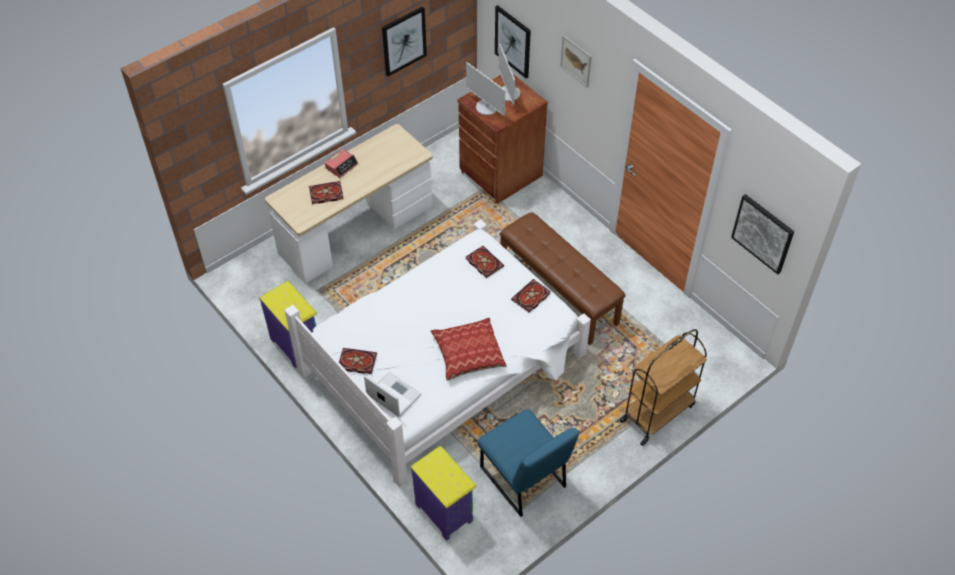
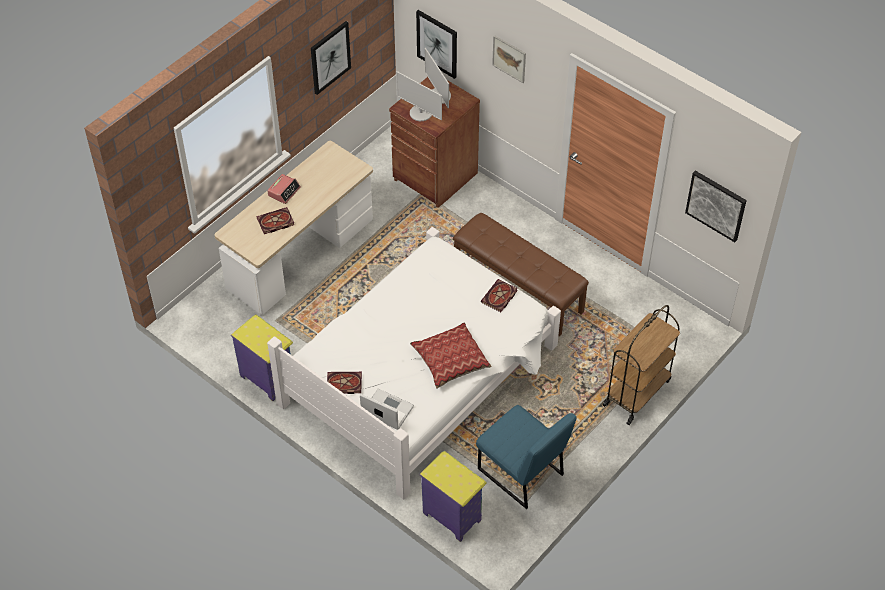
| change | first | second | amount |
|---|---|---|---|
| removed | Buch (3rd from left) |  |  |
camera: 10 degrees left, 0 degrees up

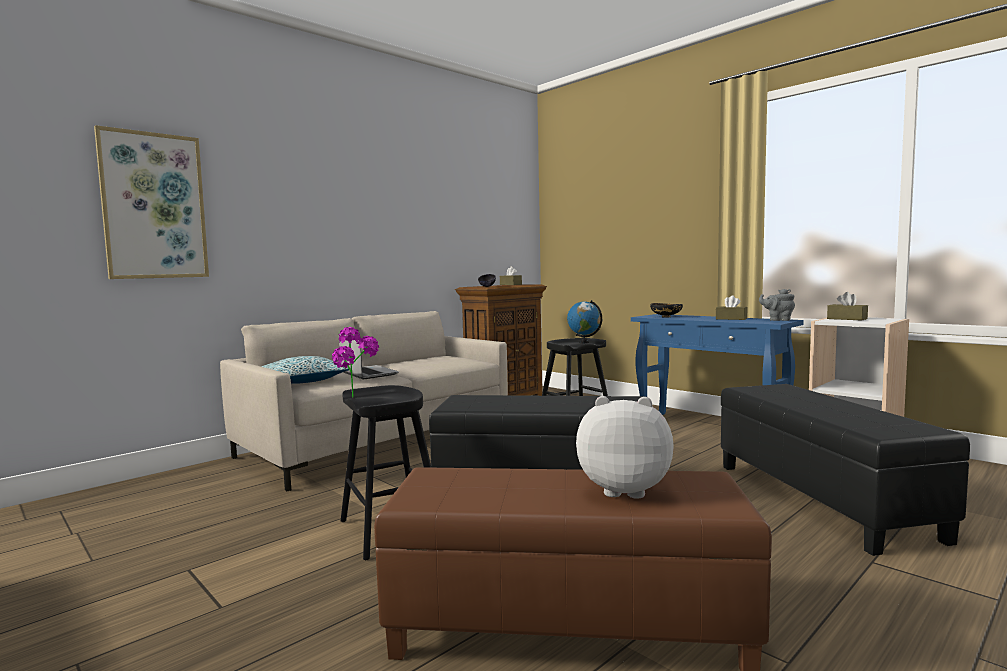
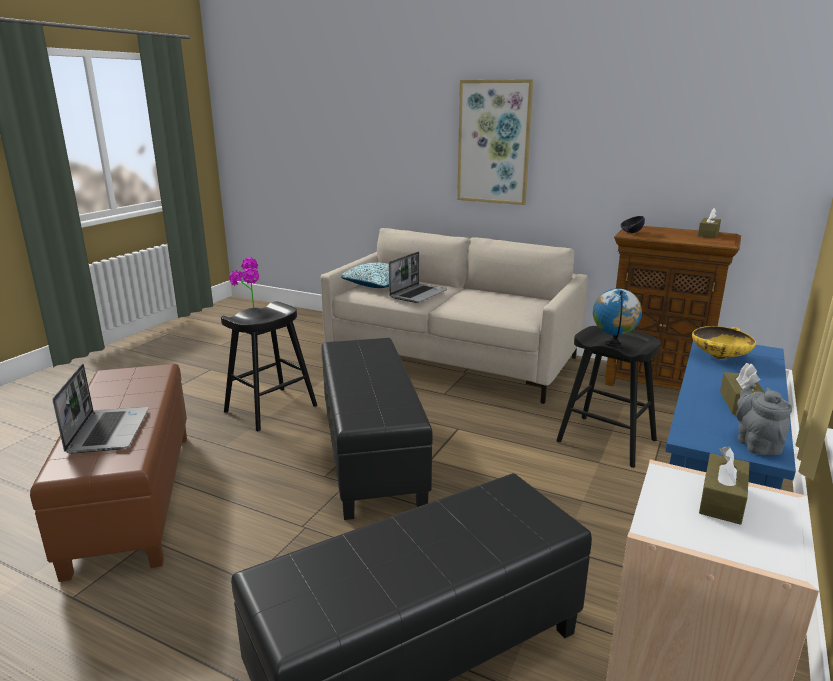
| change | first | second | amount |
|---|---|---|---|
| moved | Bild |  |  |
| replaced | Plüschtier | Laptop (1st from left) |  |
| recoloured | Schüssel (schwarz) (2nd from left) | Schüssel (gelb) |  |
camera: 70 degrees right, 15 degrees up

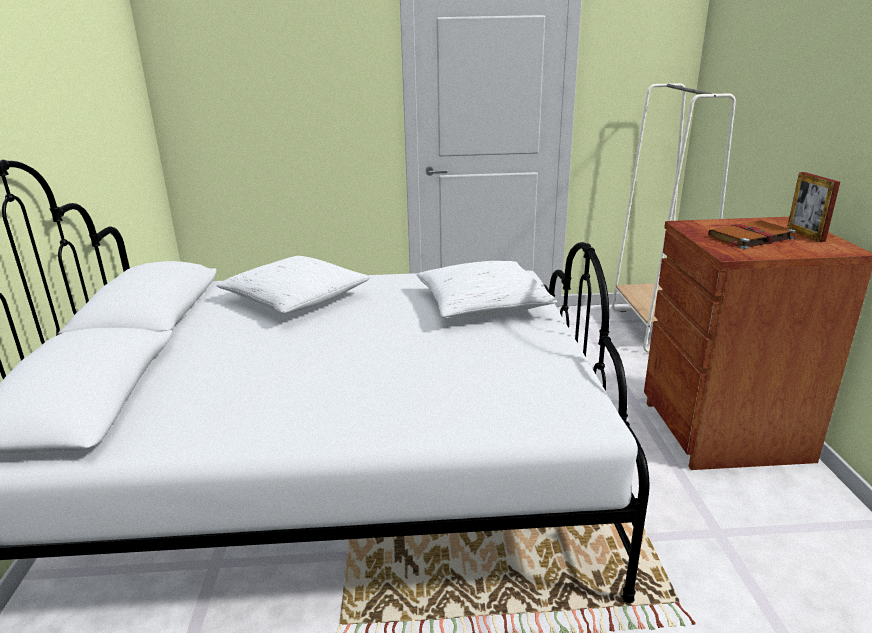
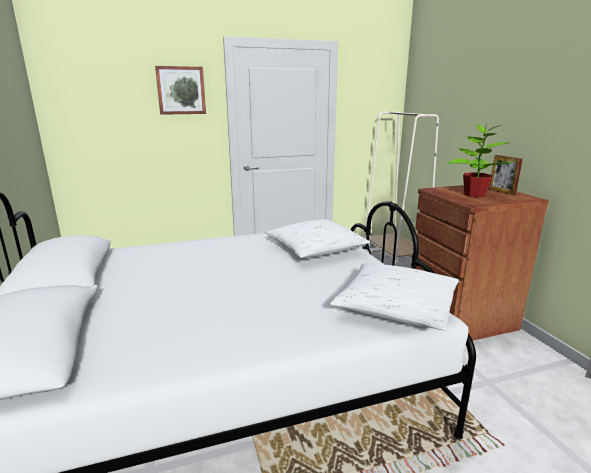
| change | first | second | amount |
|---|---|---|---|
| added |  | Bild |  |
| moved | Kissen (weiß) (1st from left in the first image) | Kissen (weiß) (2nd from left) |  |
| replaced | Buch (braun) | Topfpflanze |  |
camera: 15 degrees left, 5 degrees down

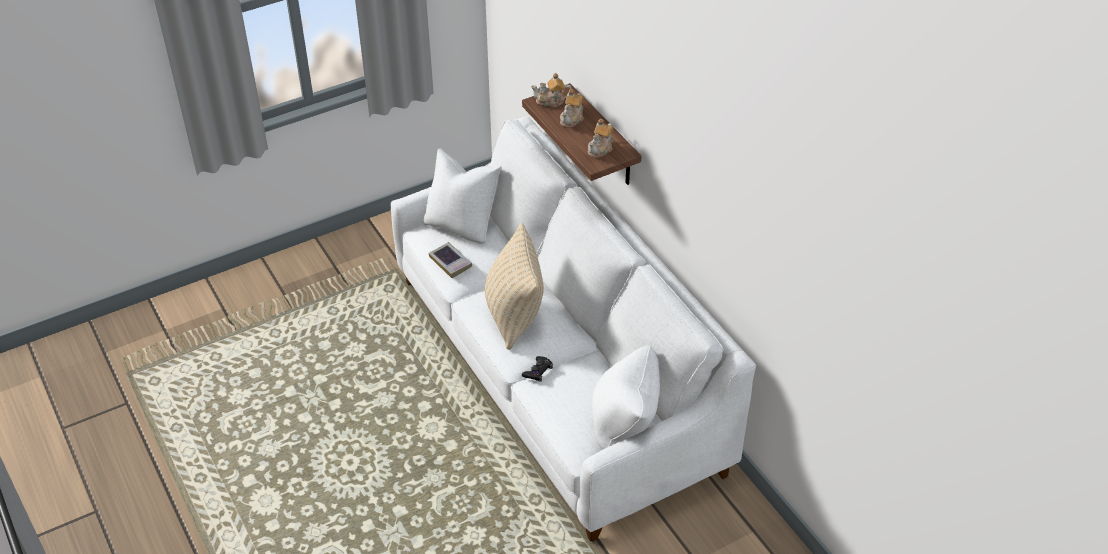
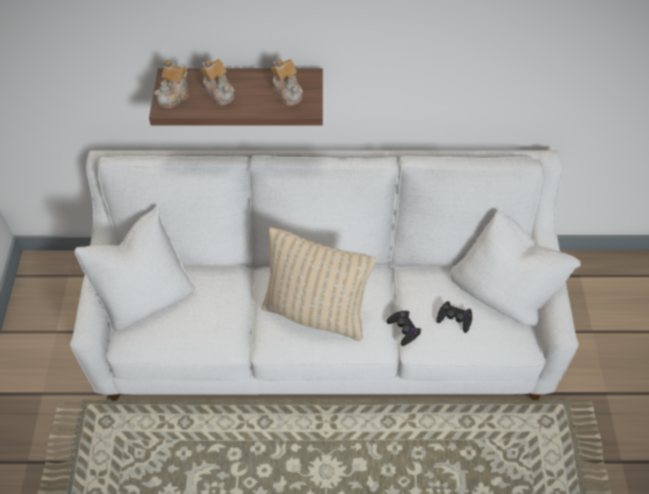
| change | first | second | amount |
|---|---|---|---|
| removed | Buch |  |  |
| added |  | Gamepad (schwarz) (2nd from left) |  |
camera: 60 degrees left, 10 degrees up

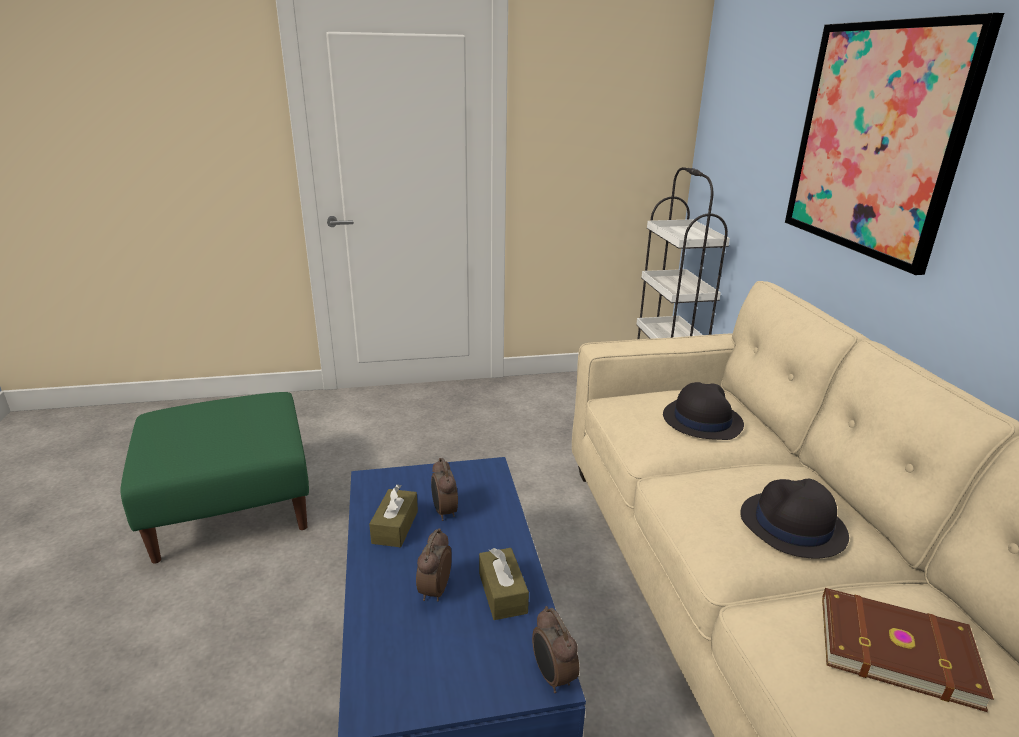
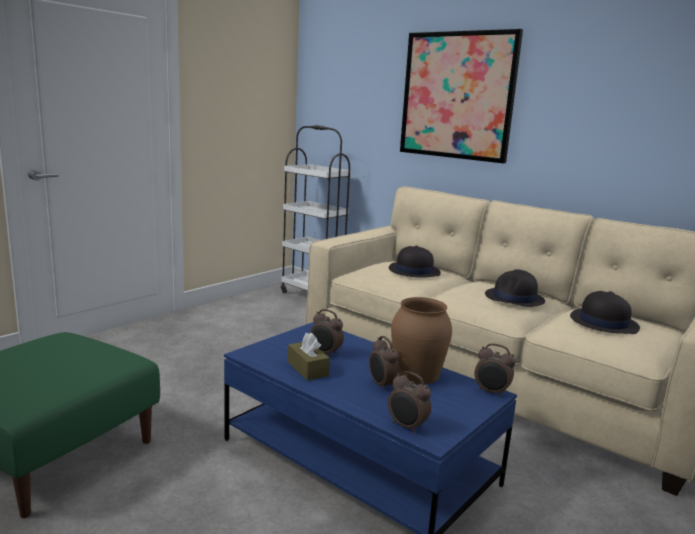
| change | first | second | amount |
|---|---|---|---|
| added |  | Wecker (3rd from left) |  |
| replaced | Taschentuchbox (braun) (2nd from left) | Vase (braun) |  |
| replaced | Buch (braun) | Hut (schwarz) (3rd from left) |  |
camera: 40 degrees left, 10 degrees down

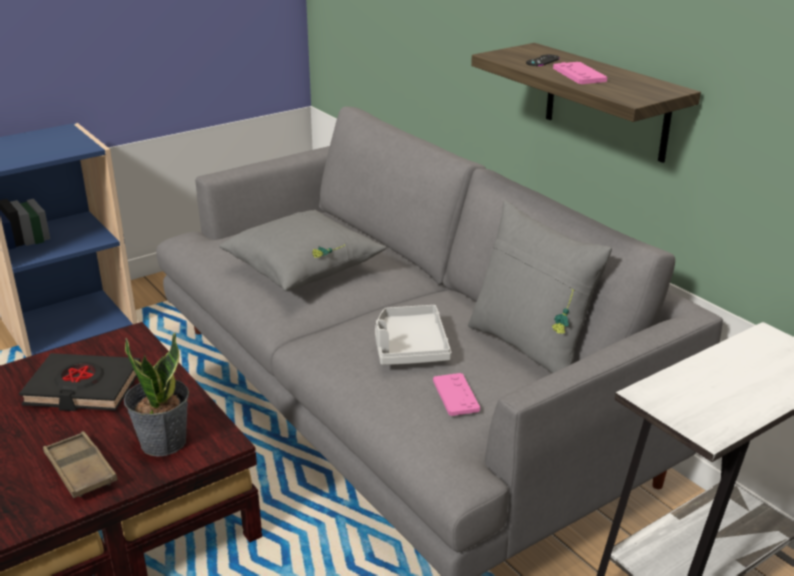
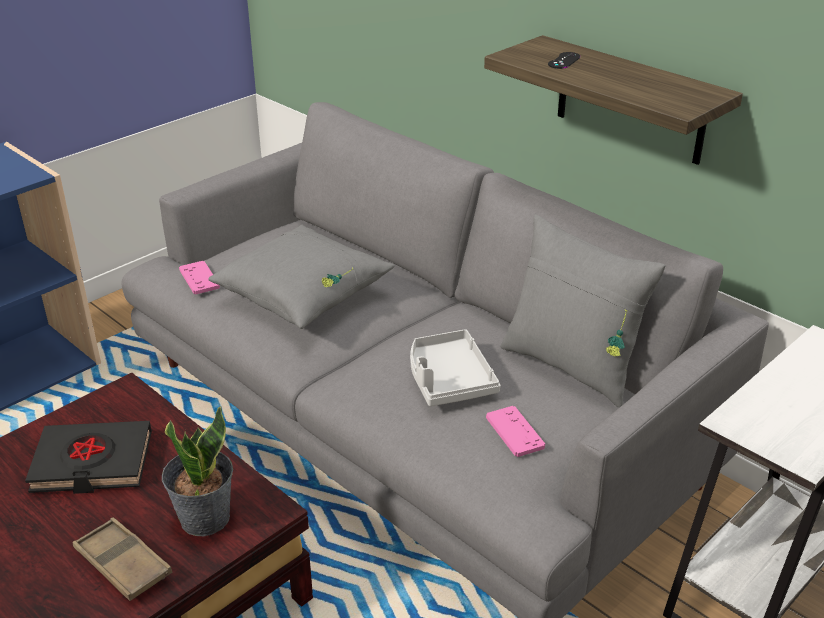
| change | first | second | amount |
|---|---|---|---|
| moved | Gamepad (rosa) (2nd from left in the first image) | Gamepad (rosa) (1st from left) |  |
camera: 10 degrees left, 5 degrees up

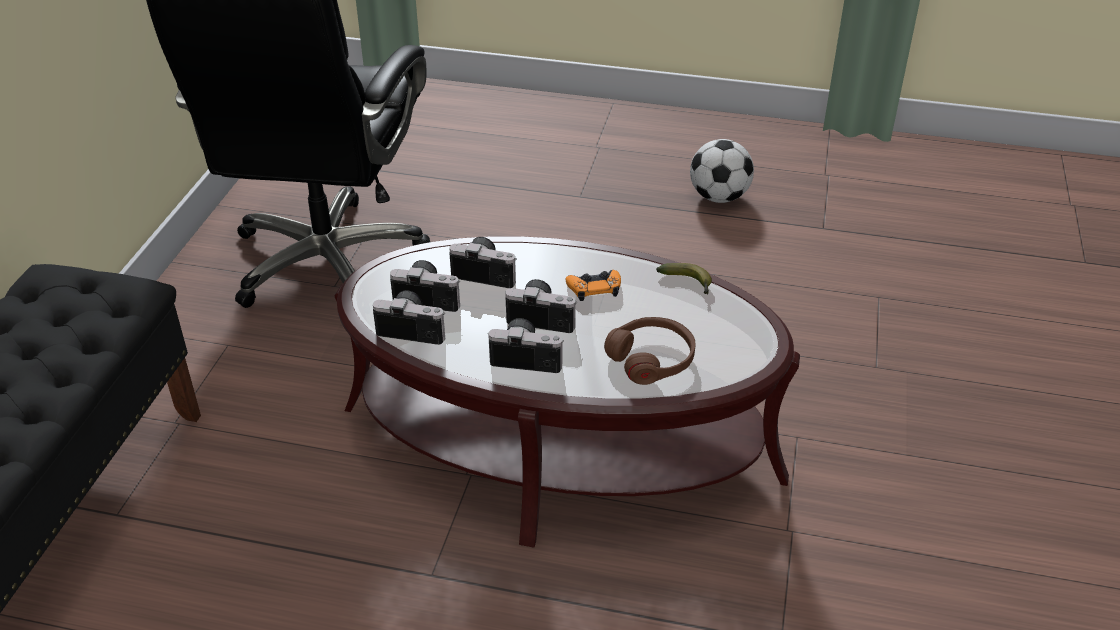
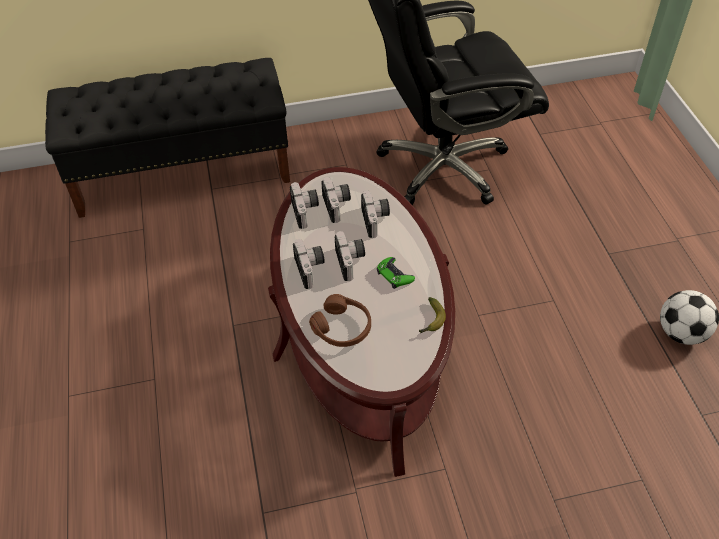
| change | first | second | amount |
|---|---|---|---|
| recoloured | Gamepad (orange) | Gamepad (grün) |  |
camera: 65 degrees right, 10 degrees up

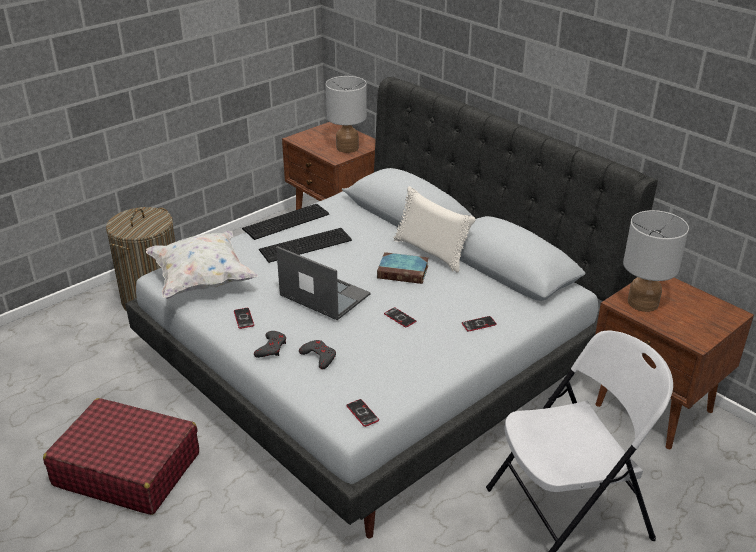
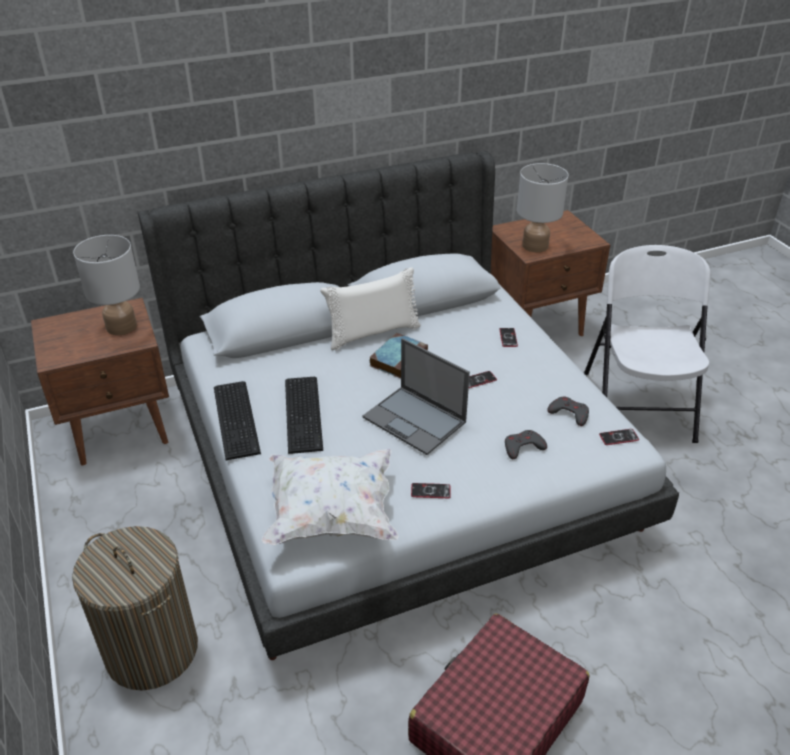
| change | first | second | amount |
|---|---|---|---|
| moved | Gamepad (grau) (1st from left in the first image) | Gamepad (grau) (2nd from left) |  |
| turned | Laptop |  | 105 degrees counterclockwise |
camera: 70 degrees left, 5 degrees up

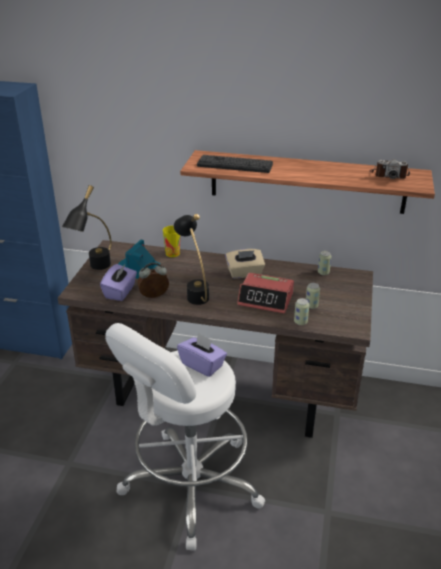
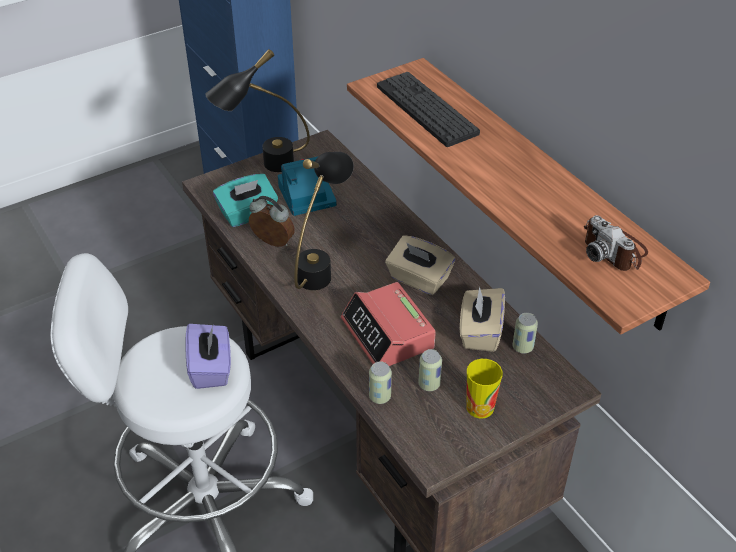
| change | first | second | amount |
|---|---|---|---|
| added |  | Taschentuchbox (beige) (2nd from left) |  |
| moved | Tasse |  |  |
| recoloured | Taschentuchbox (lila) (1st from left) | Taschentuchbox (türkis) |  |
camera: 45 degrees right, 10 degrees up

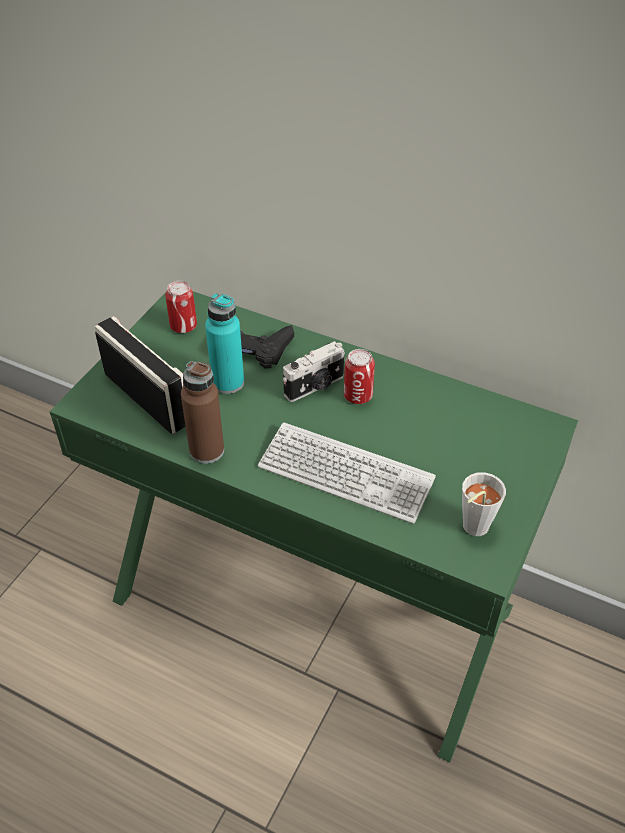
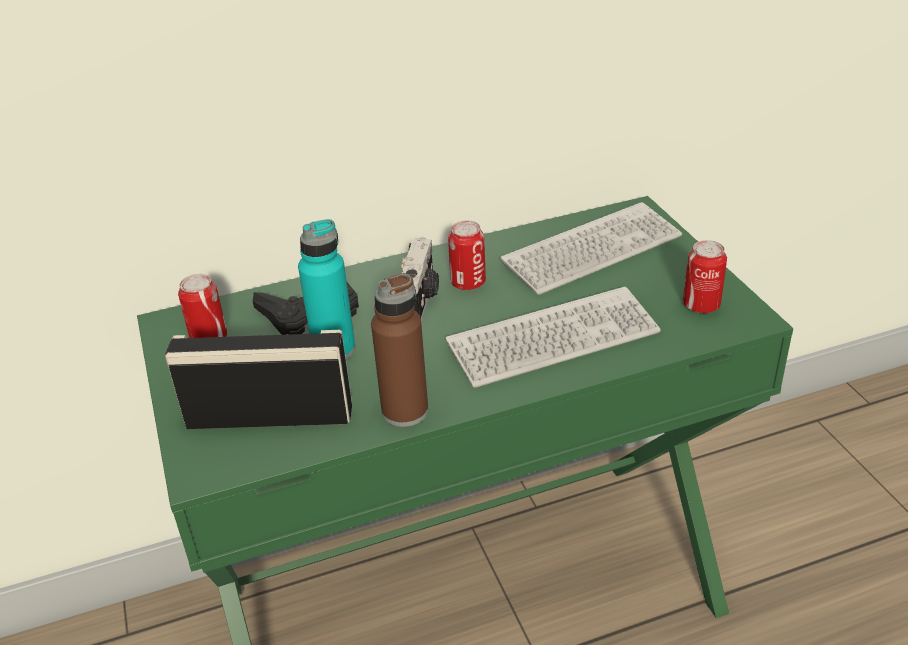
| change | first | second | amount |
|---|---|---|---|
| added |  | Tastatur (2nd from left) |  |
| replaced | Tasse (grau) | Dose (3rd from left) |  |
camera: 45 degrees left, 10 degrees down

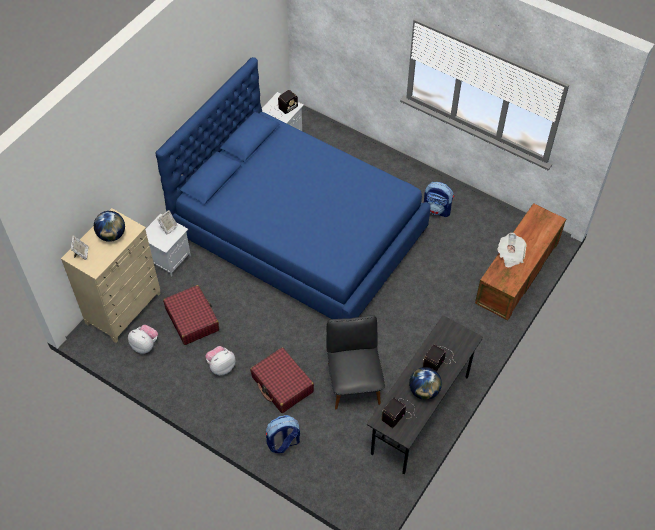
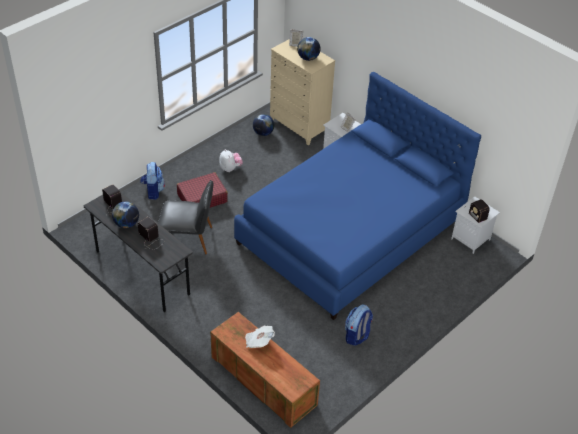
| change | first | second | amount |
|---|---|---|---|
| removed | Koffer (rot) (1st from left) |  |  |
| replaced | Plüschtier (1st from left) | Globus (2nd from left) |  |
camera: 100 degrees right, 10 degrees down

